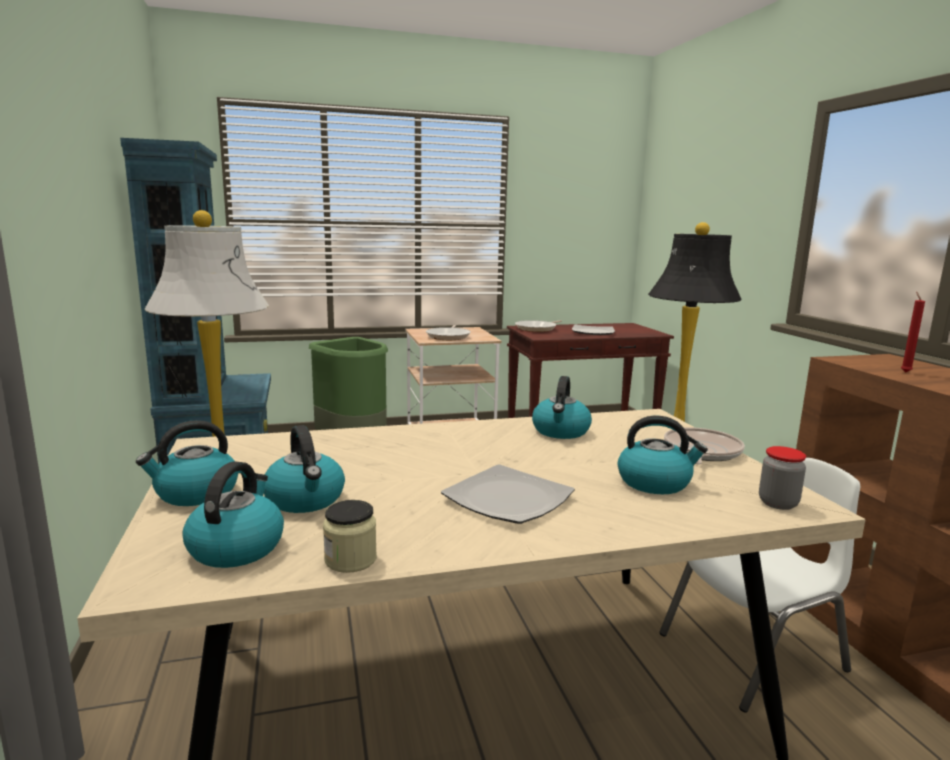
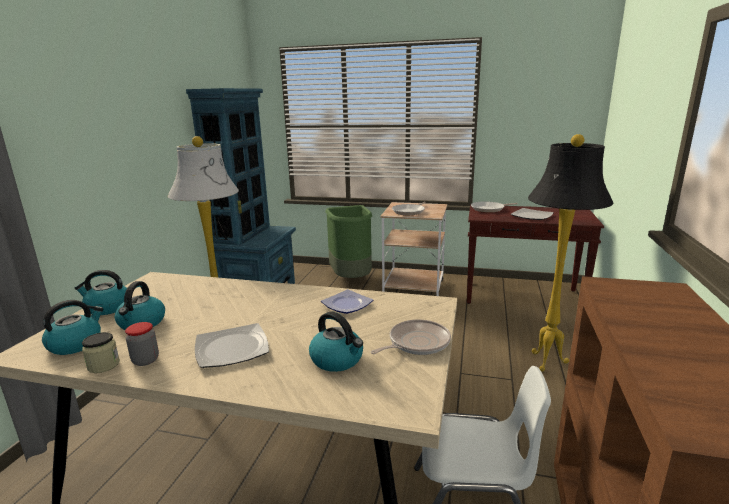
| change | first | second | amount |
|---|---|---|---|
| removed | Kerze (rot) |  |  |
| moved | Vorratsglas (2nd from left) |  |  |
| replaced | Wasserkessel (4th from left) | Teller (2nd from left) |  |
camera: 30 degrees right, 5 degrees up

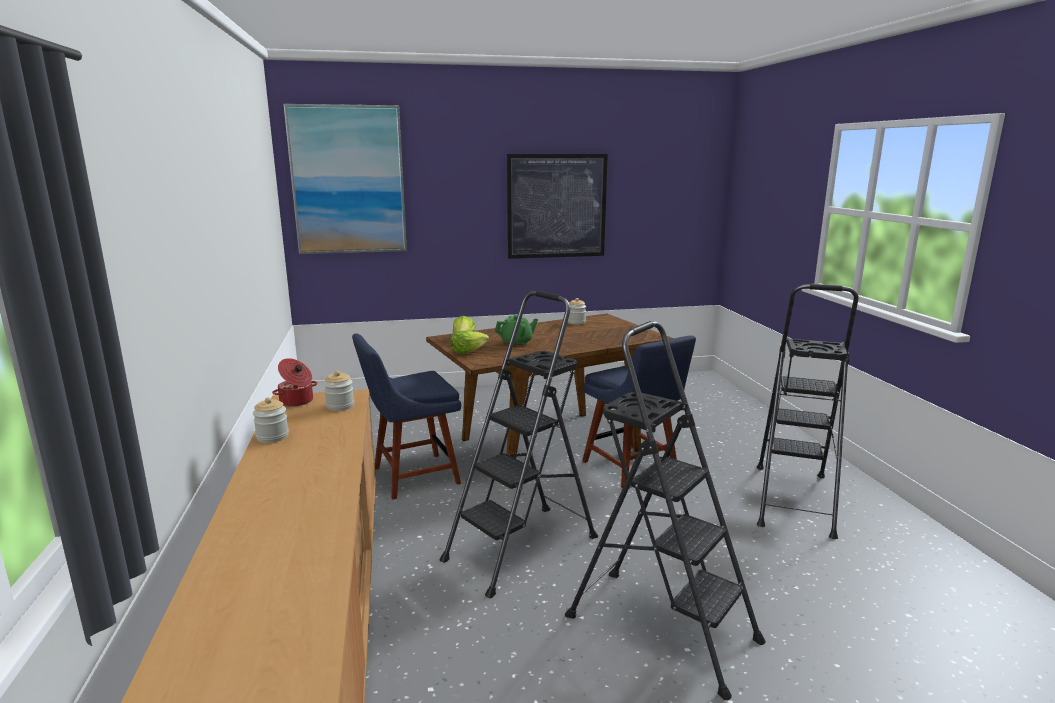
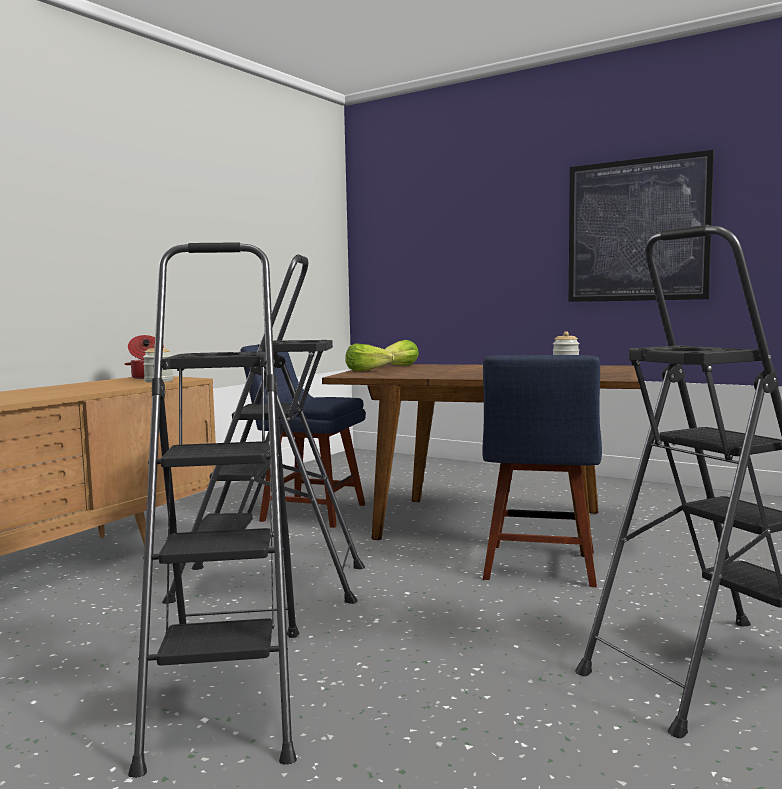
| change | first | second | amount |
|---|---|---|---|
| removed | Vorratsglas (1st from left) |  |  |
| removed | Bild (1st from left) |  |  |
| removed | Teekanne (grün) |  |  |
camera: 45 degrees right, 10 degrees down

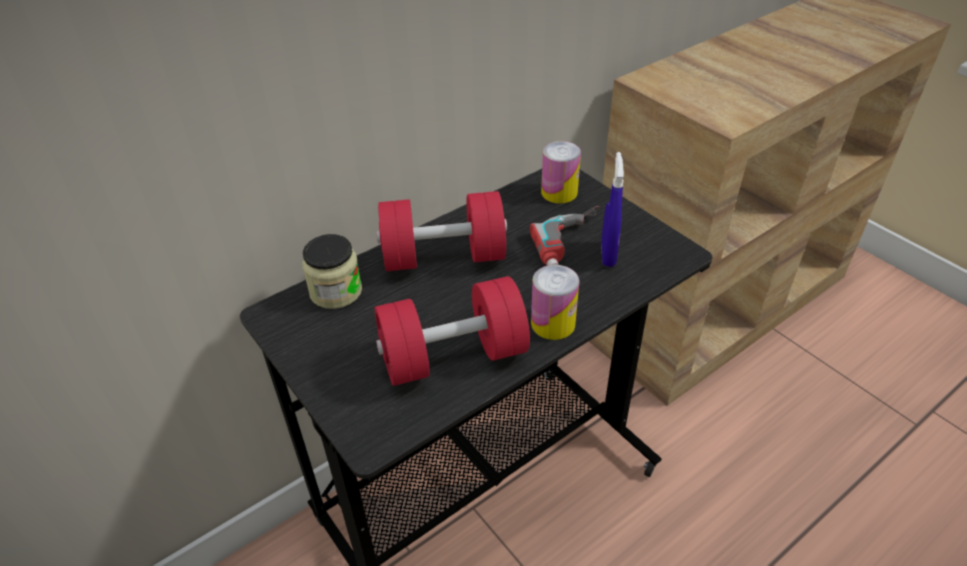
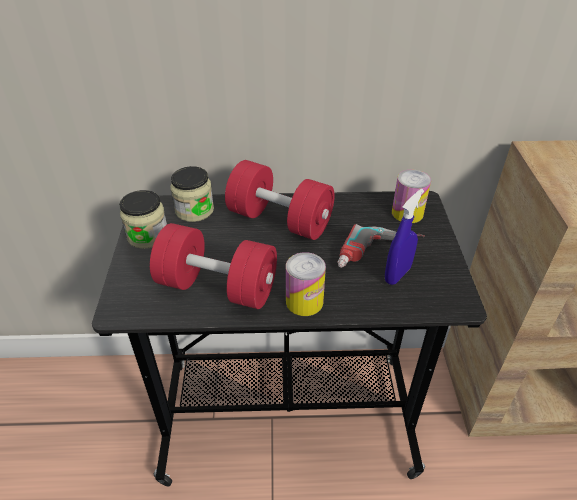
| change | first | second | amount |
|---|---|---|---|
| added |  | Vorratsglas (1st from left) |  |
camera: 35 degrees right, 0 degrees up

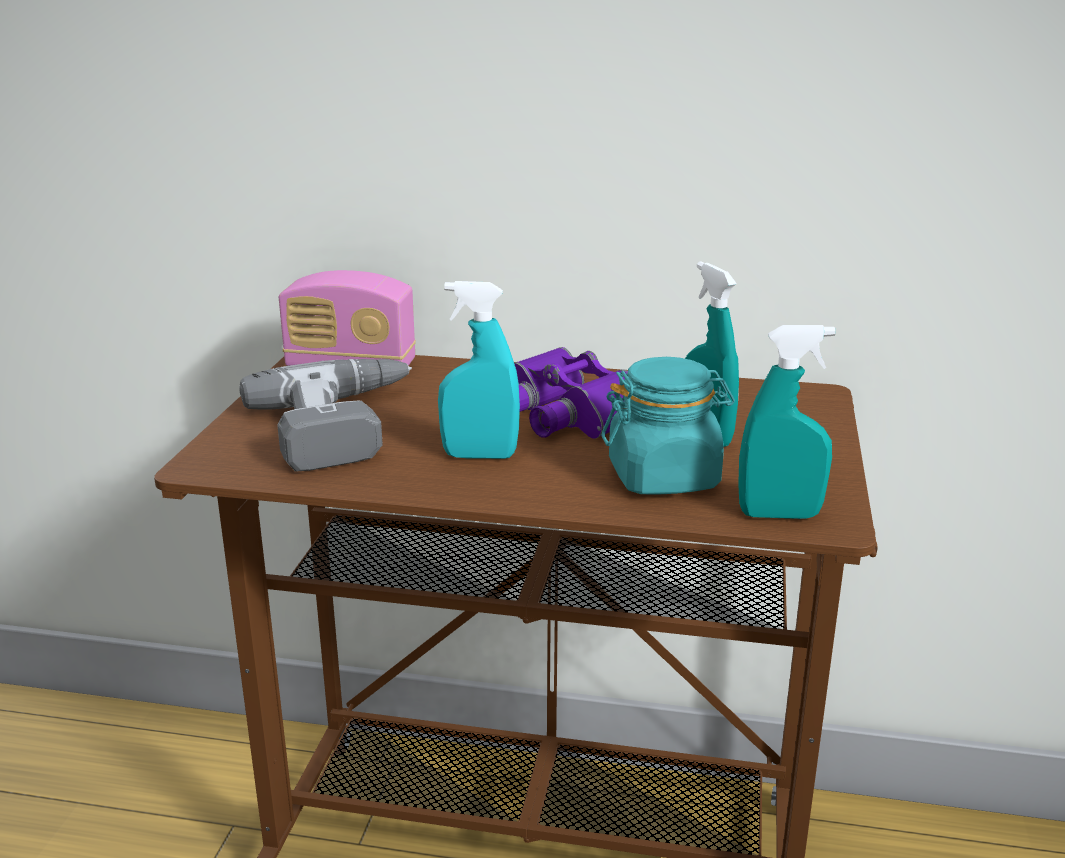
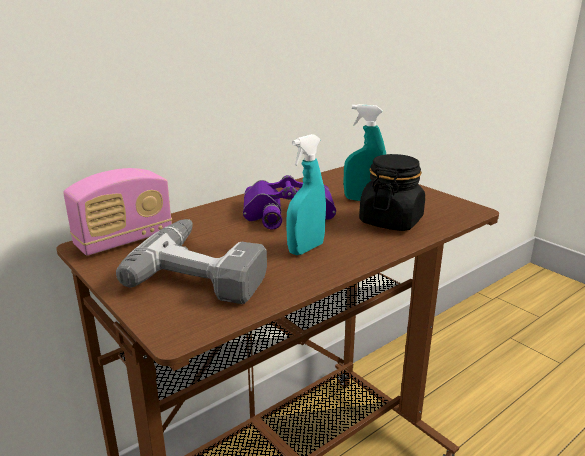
| change | first | second | amount |
|---|---|---|---|
| removed | Sprühflasche (türkis) (3rd from left) |  |  |
| recoloured | Vorratsglas (türkis) | Vorratsglas (schwarz) |  |
camera: 50 degrees left, 0 degrees up

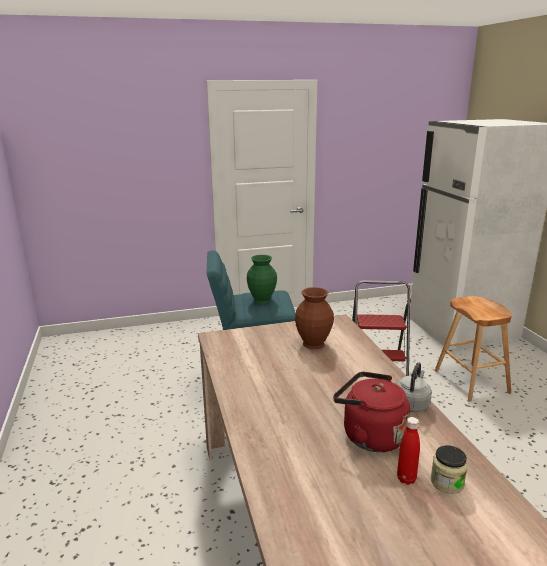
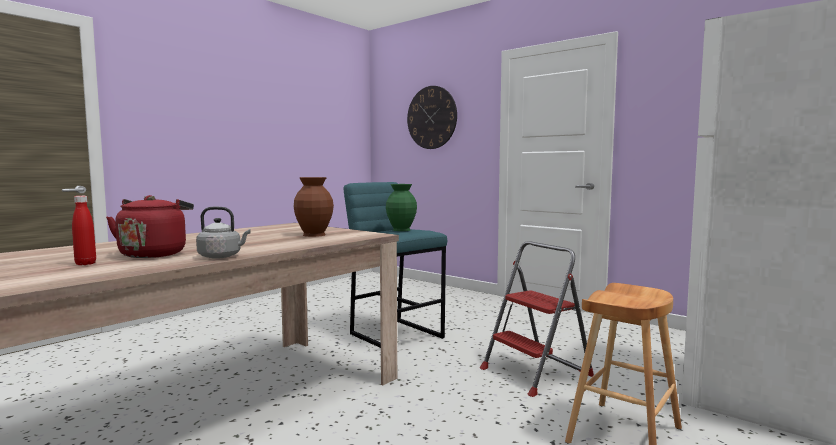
| change | first | second | amount |
|---|---|---|---|
| removed | Vorratsglas |  |  |
| added |  | Wanduhr |  |
camera: 55 degrees right, 15 degrees down

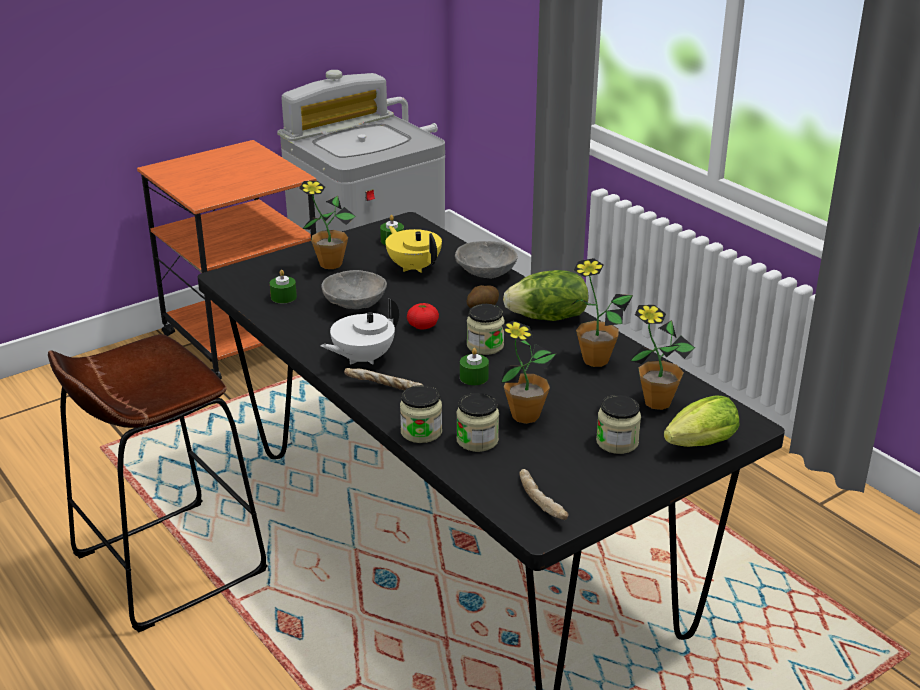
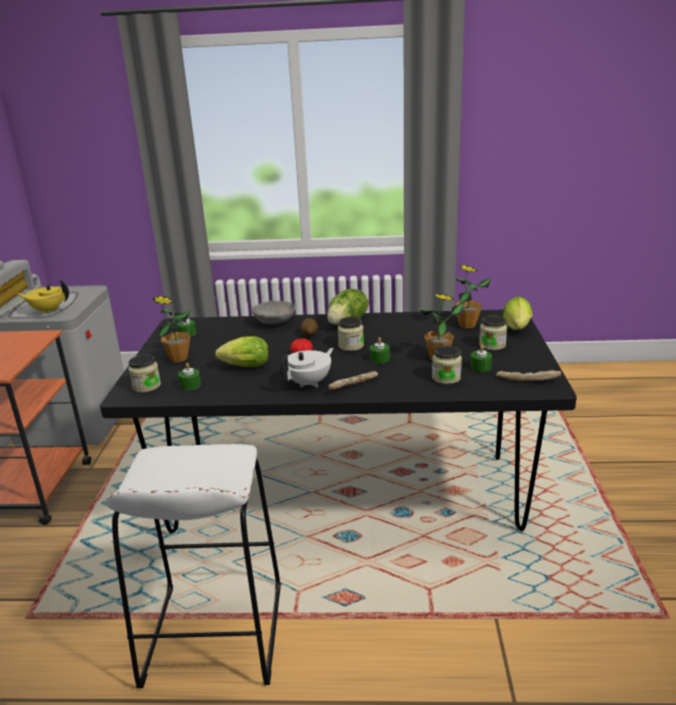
| change | first | second | amount |
|---|---|---|---|
| removed | Topfpflanze (3rd from left) |  |  |
| added |  | Kerze (grün) (4th from left) |  |
| moved | Teekanne (gelb) |  |  |
| moved | Vorratsglas (1st from left) |  |  |
| replaced | Schüssel (grau) (1st from left) | Salatkopf (1st from left) |  |
| recoloured | Hocker (braun) | Hocker (weiß) |  |
| turned | Teekanne (weiß) |  | 135 degrees counterclockwise |
camera: 50 degrees left, 5 degrees down

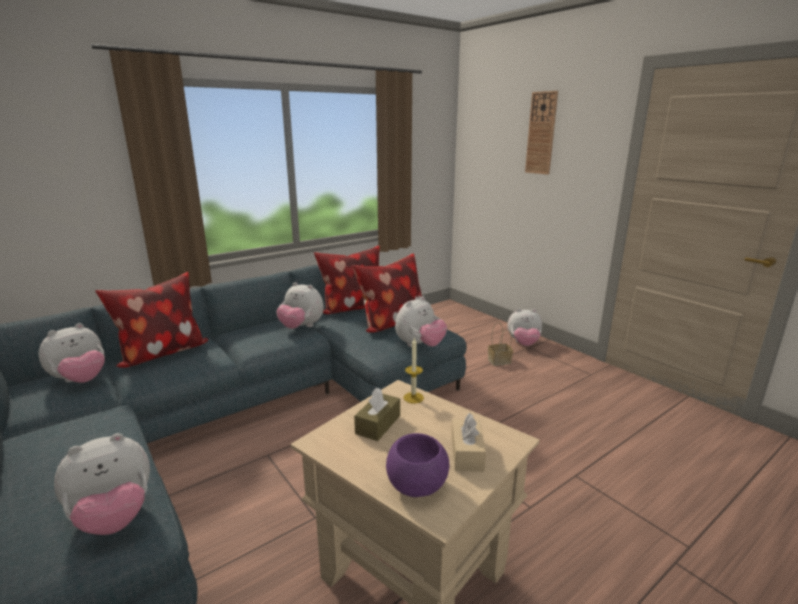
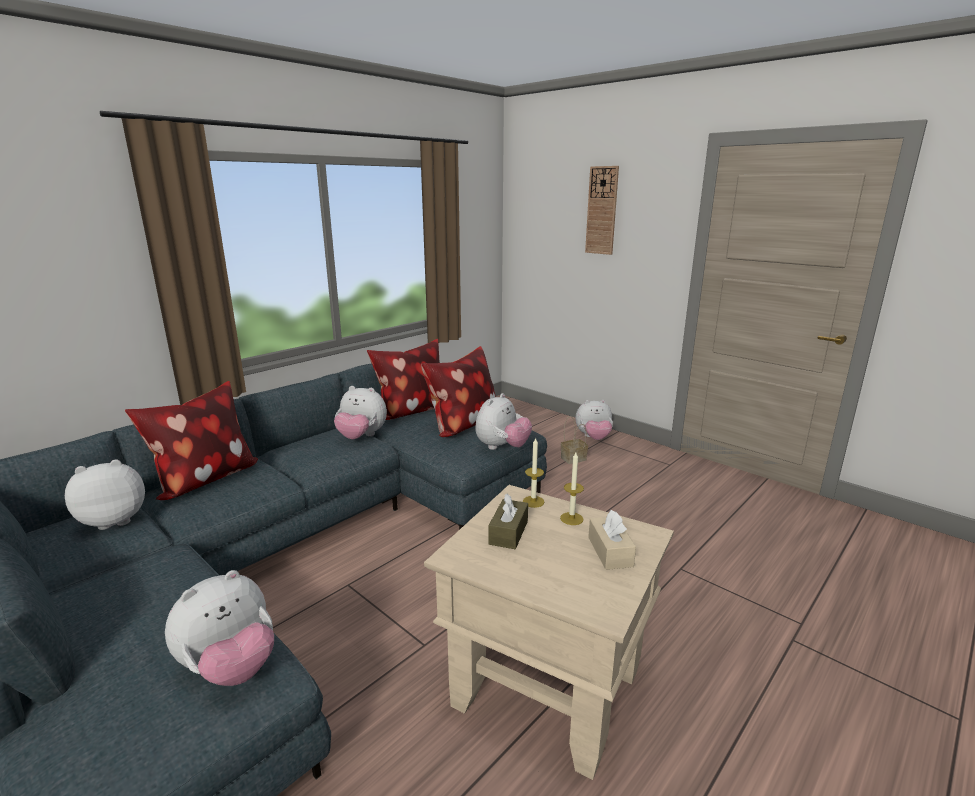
| change | first | second | amount |
|---|---|---|---|
| removed | Schüssel (lila) |  |  |
| added |  | Kerze (2nd from left) |  |
| turned | Plüschtier (1st from left) |  | 150 degrees counterclockwise |
camera: 10 degrees left, 0 degrees up

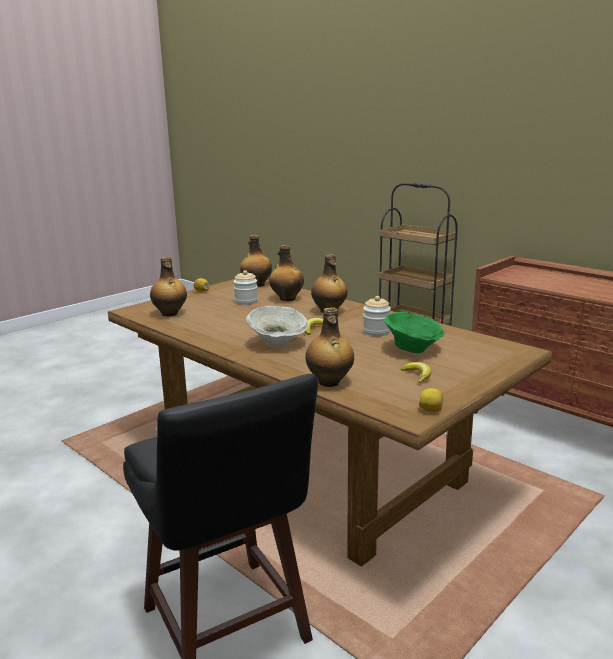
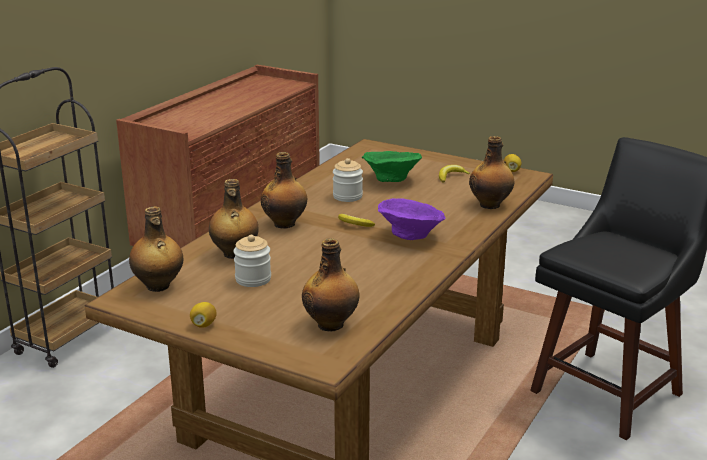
| change | first | second | amount |
|---|---|---|---|
| recoloured | Schüssel (beige) | Schüssel (lila) |  |
camera: 105 degrees left, 5 degrees up

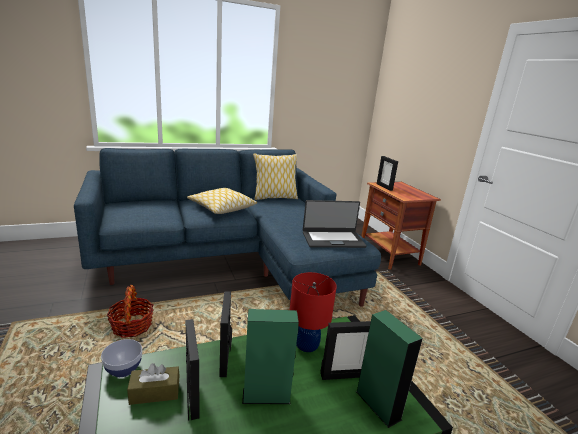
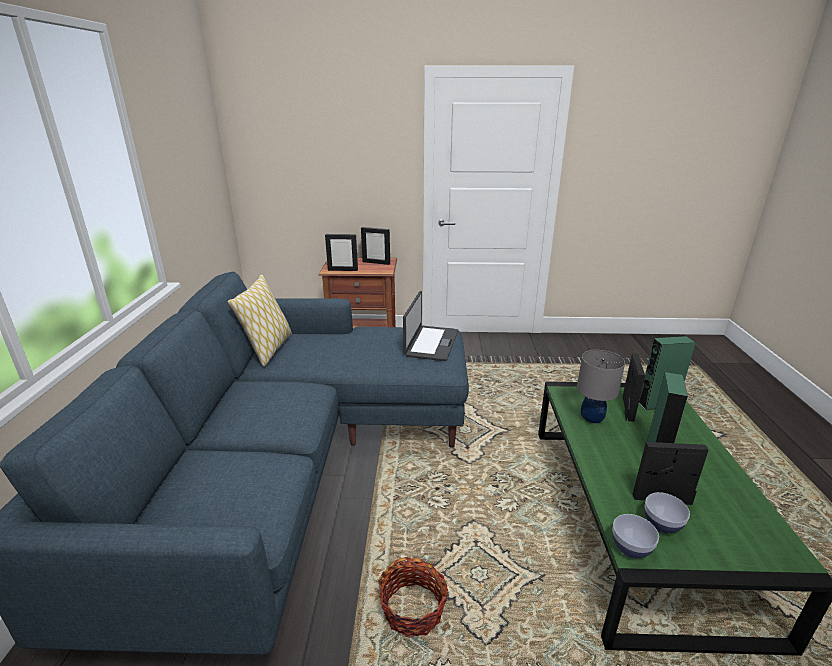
| change | first | second | amount |
|---|---|---|---|
| removed | Kissen (1st from left) |  |  |
| moved | Bilderrahmen (2nd from left) |  |  |
| replaced | Taschentuchbox (braun) | Schüssel (2nd from left) |  |
| recoloured | Tischlampe (rot) | Tischlampe (grau) |  |
camera: 65 degrees left, 5 degrees up

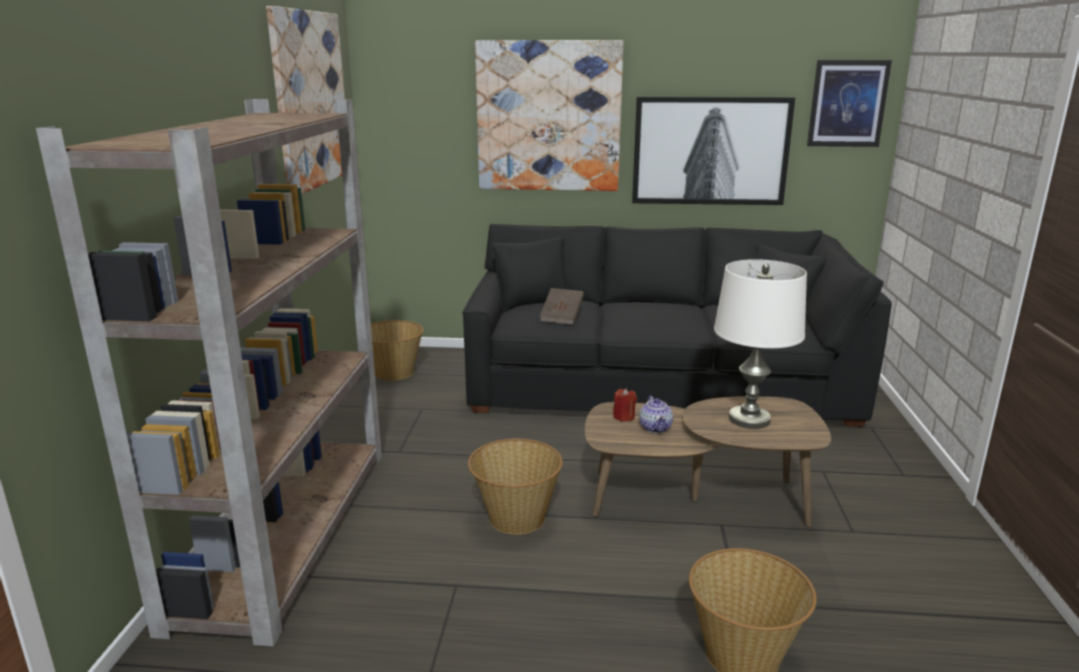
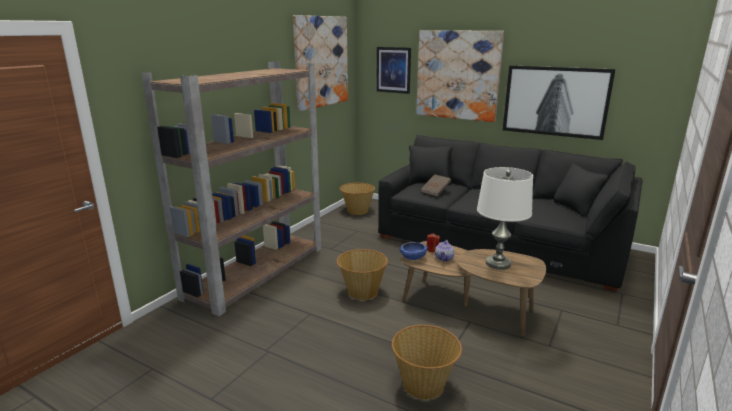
| change | first | second | amount |
|---|---|---|---|
| added |  | Schüssel (blau) |  |
| moved | Bild (4th from left in the first image) | Bild (2nd from left) |  |
camera: 25 degrees right, 0 degrees up

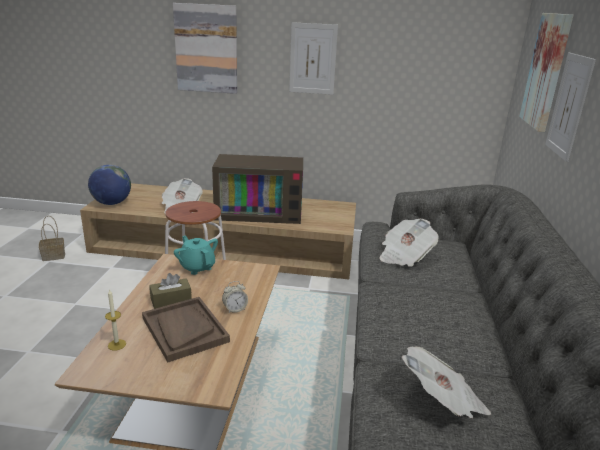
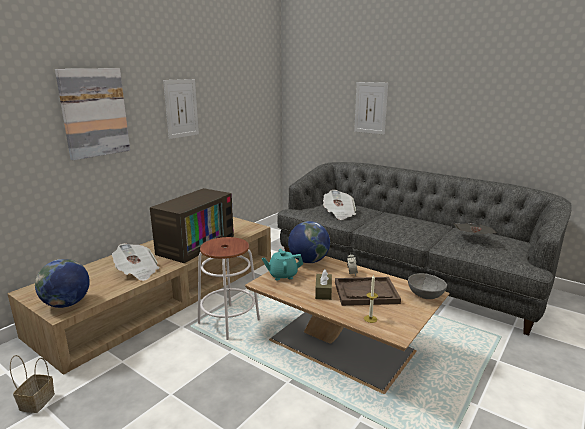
| change | first | second | amount |
|---|---|---|---|
| removed | Bild (3rd from left) |  |  |
| added |  | Globus (2nd from left) |  |
| added |  | Schüssel (grau) |  |
camera: 60 degrees left, 5 degrees down

